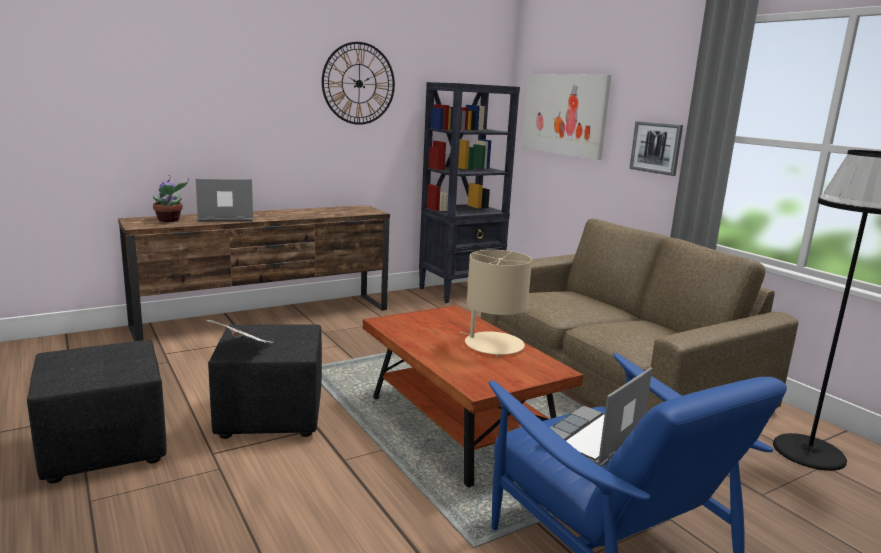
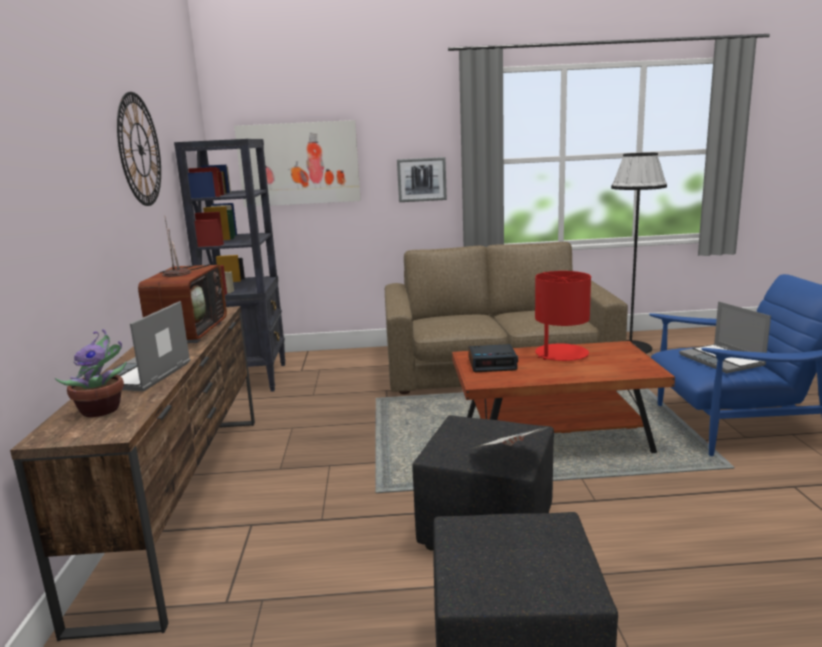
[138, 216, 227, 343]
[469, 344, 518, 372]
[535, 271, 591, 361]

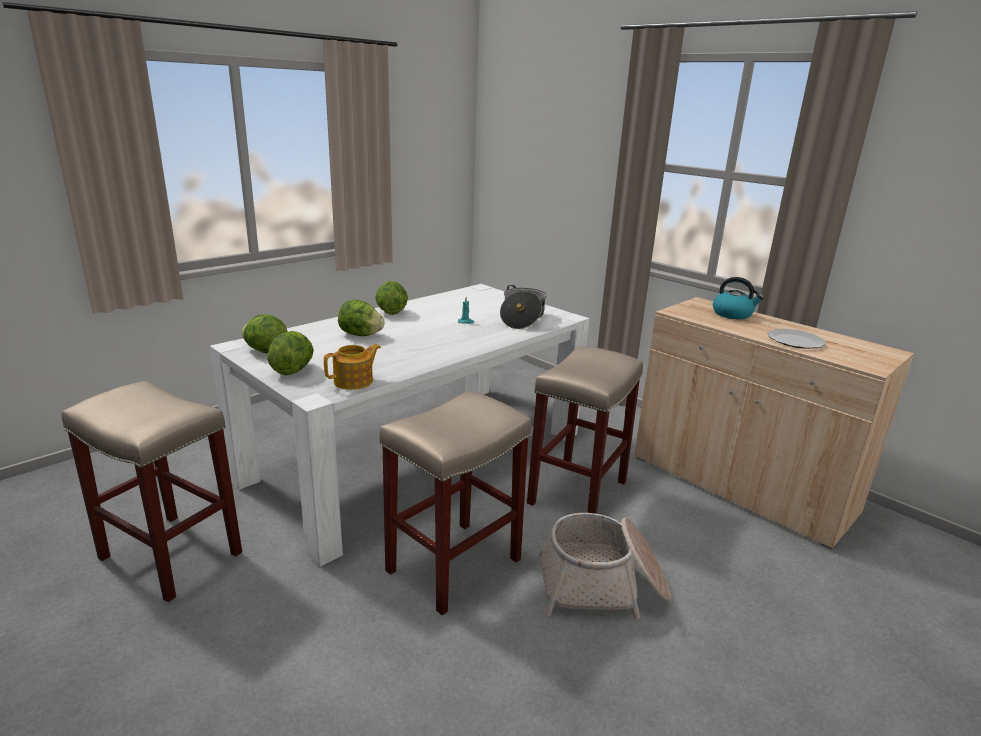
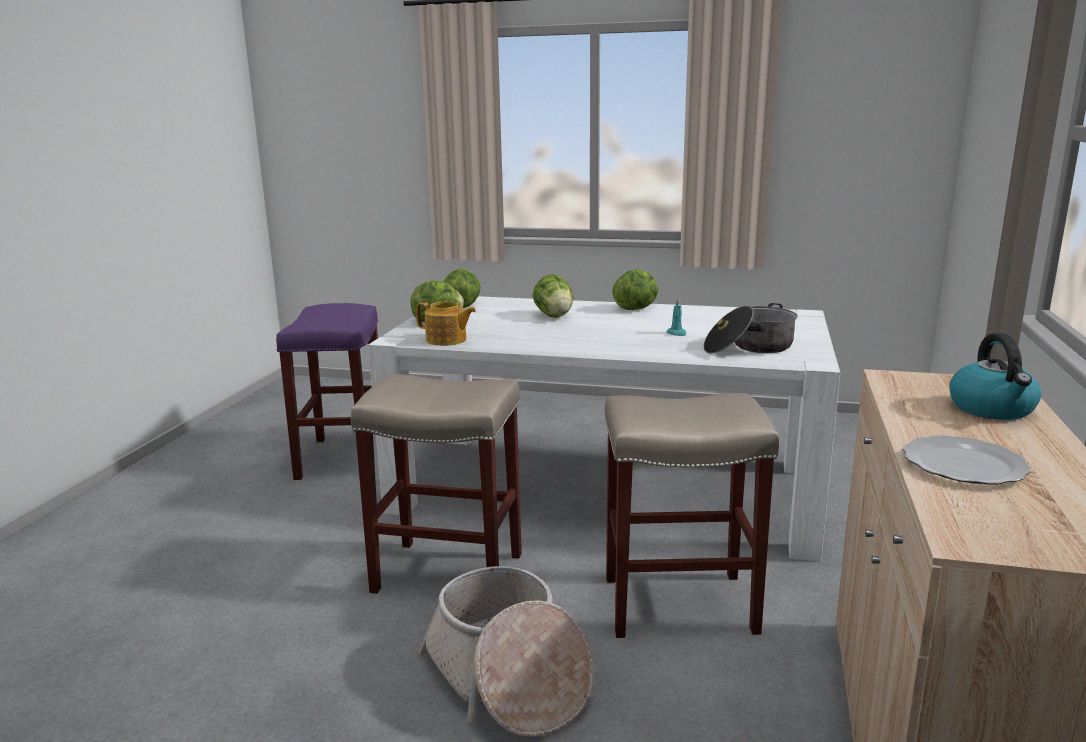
[276, 303, 379, 480]

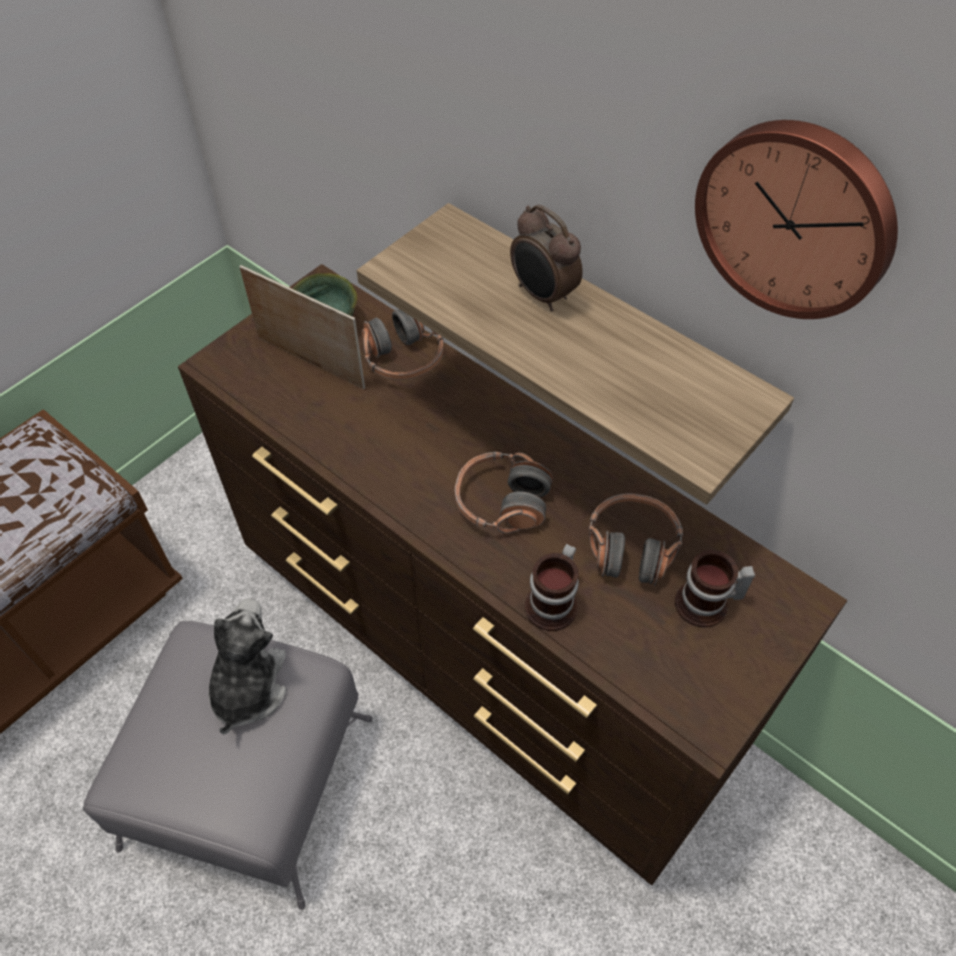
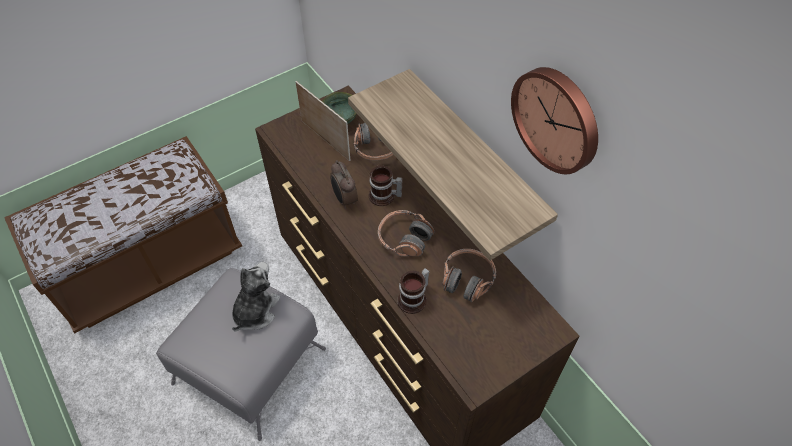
[330, 160, 358, 209]
[369, 165, 402, 206]

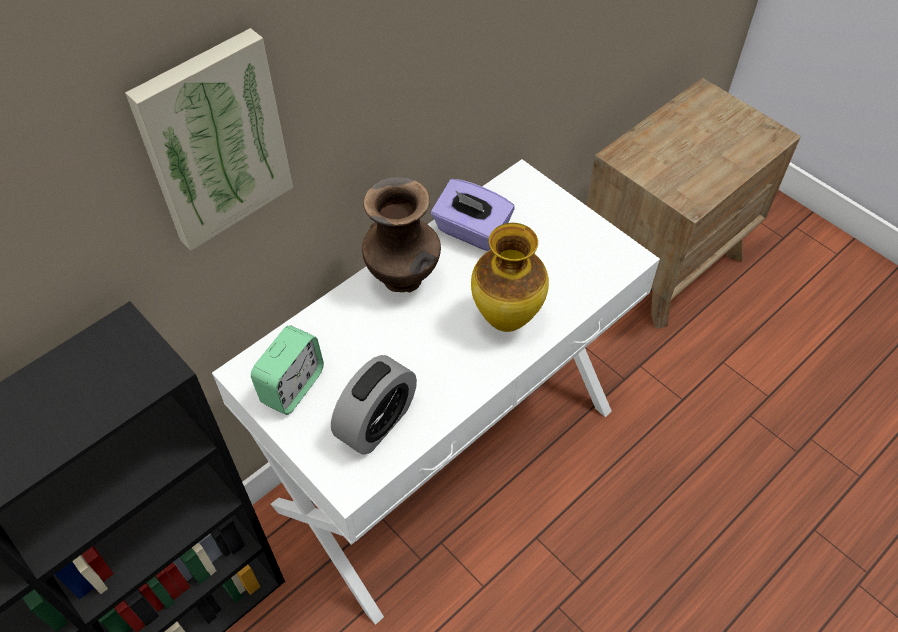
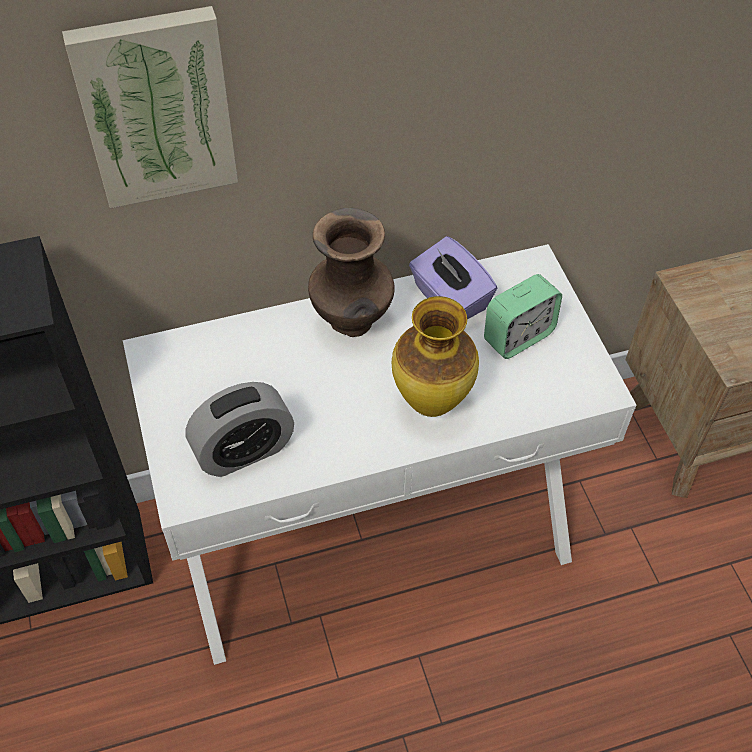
[484, 274, 562, 359]

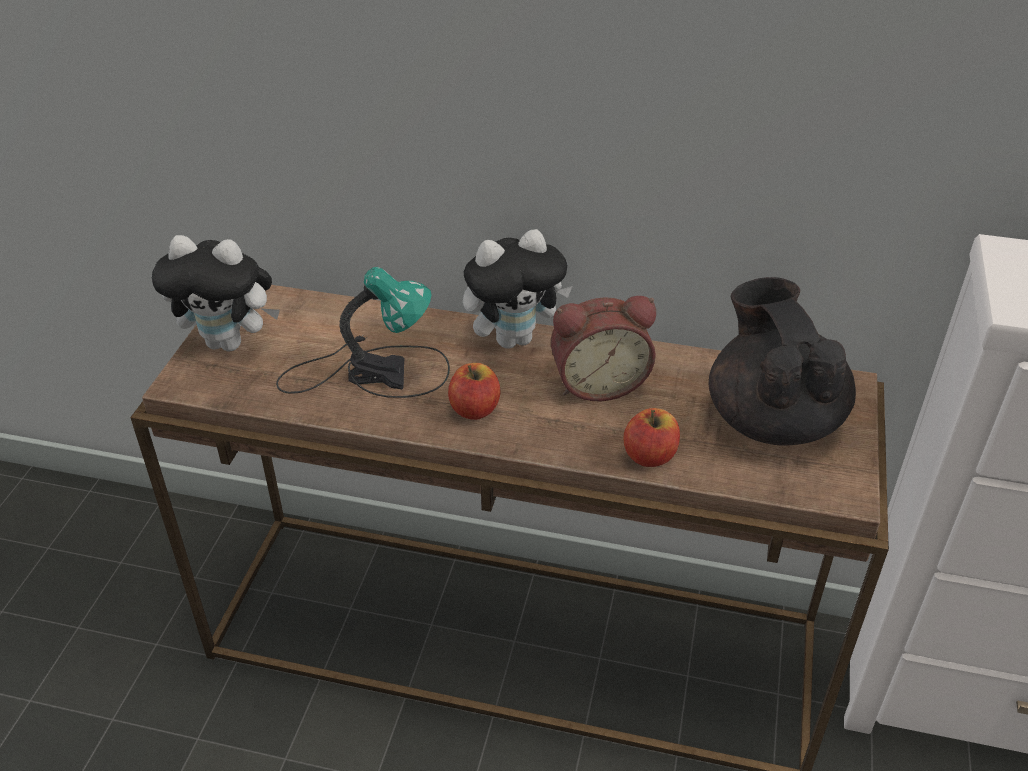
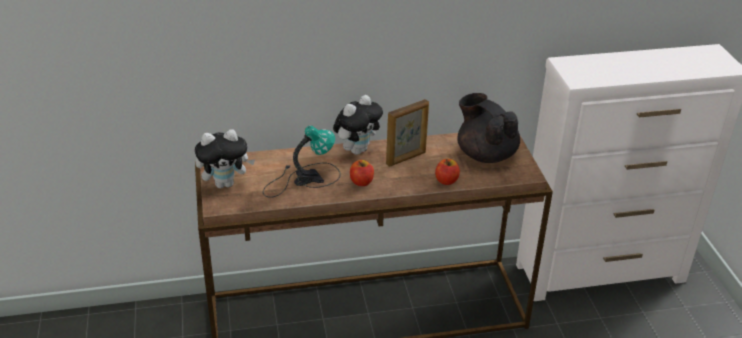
[386, 99, 429, 167]

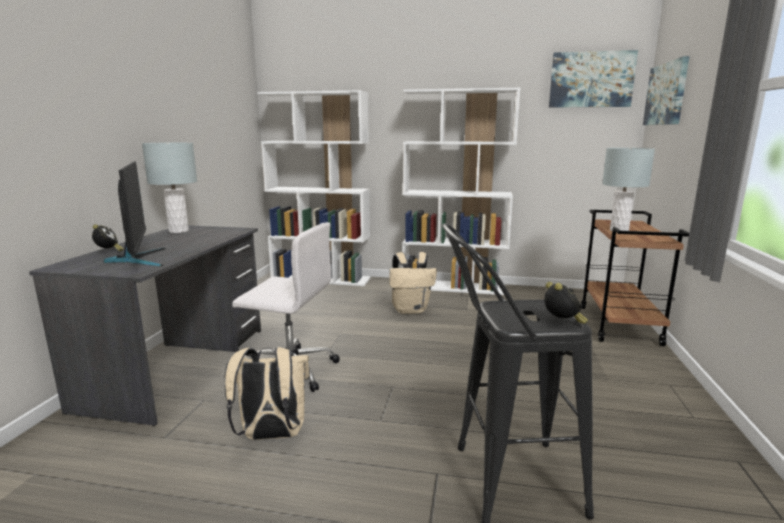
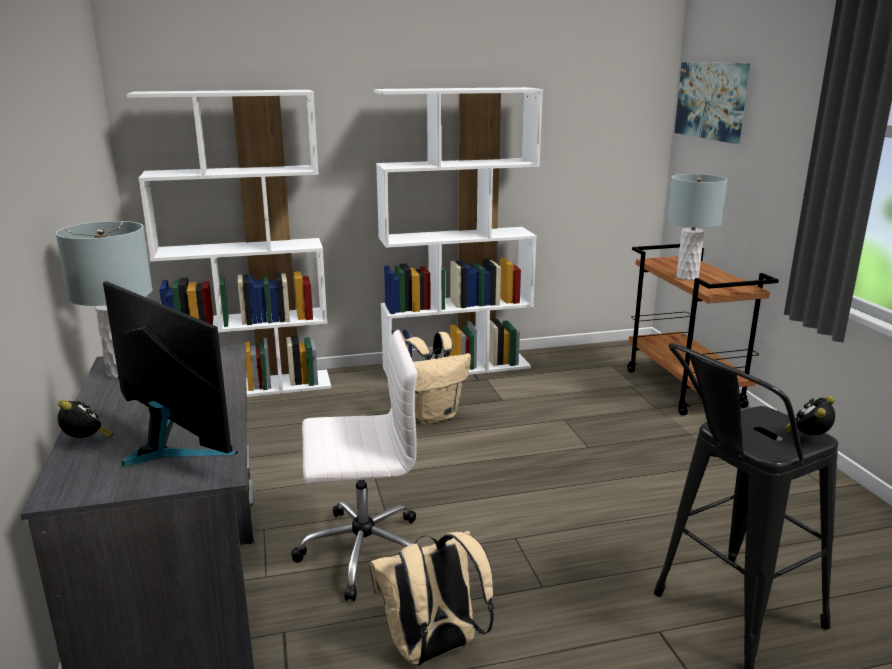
[785, 396, 835, 435]
[549, 50, 638, 108] (first image)

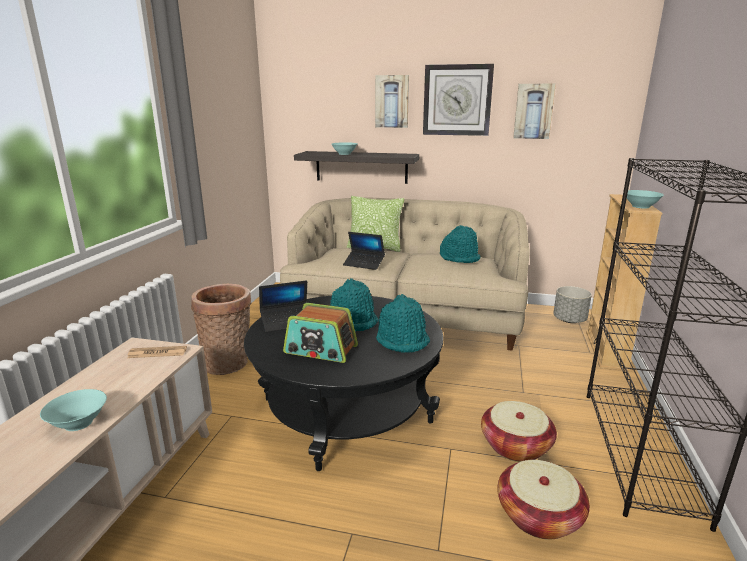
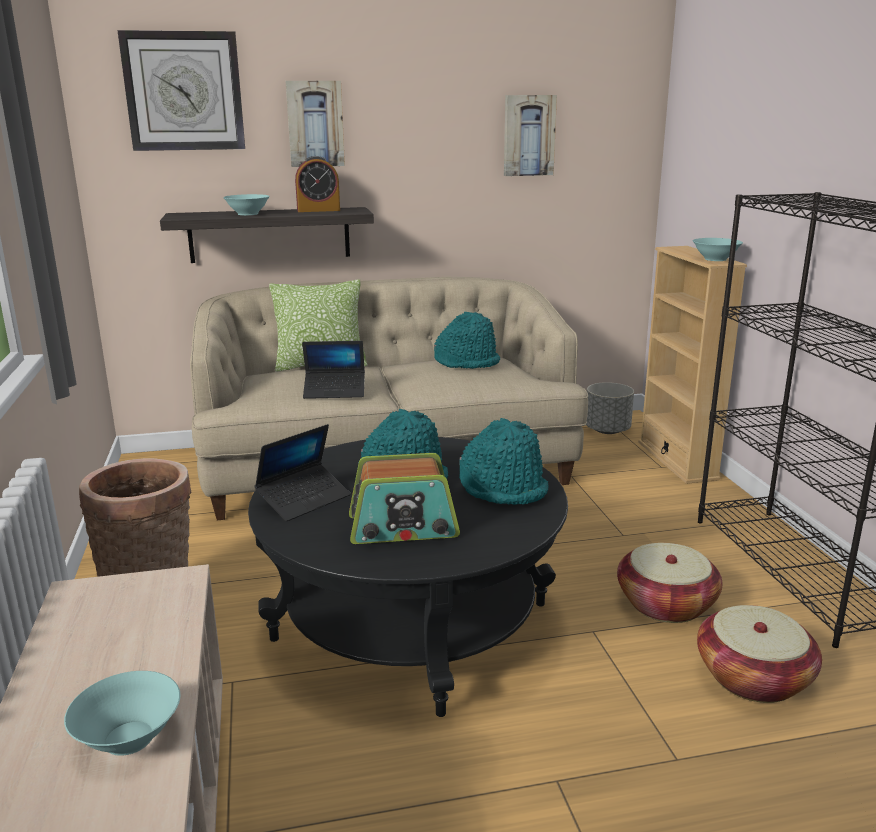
[117, 30, 245, 151]
[295, 156, 340, 212]
[127, 346, 187, 358] (first image)

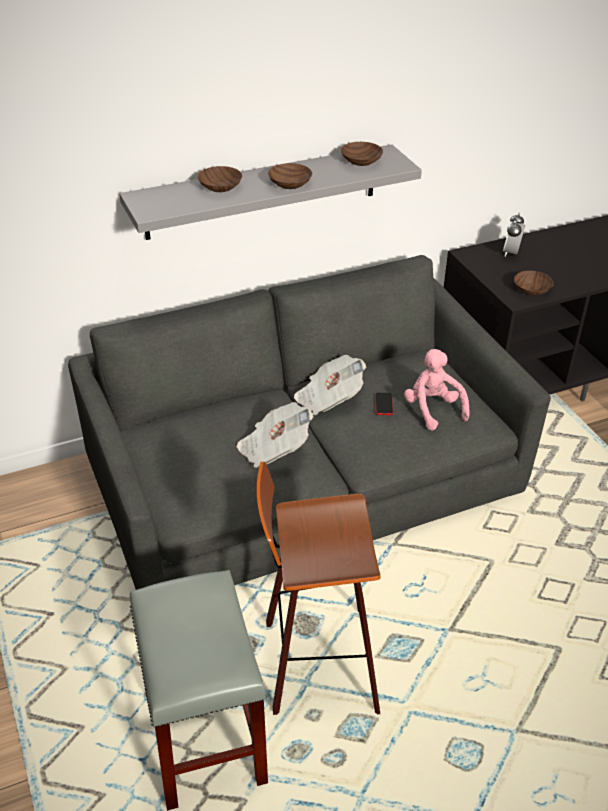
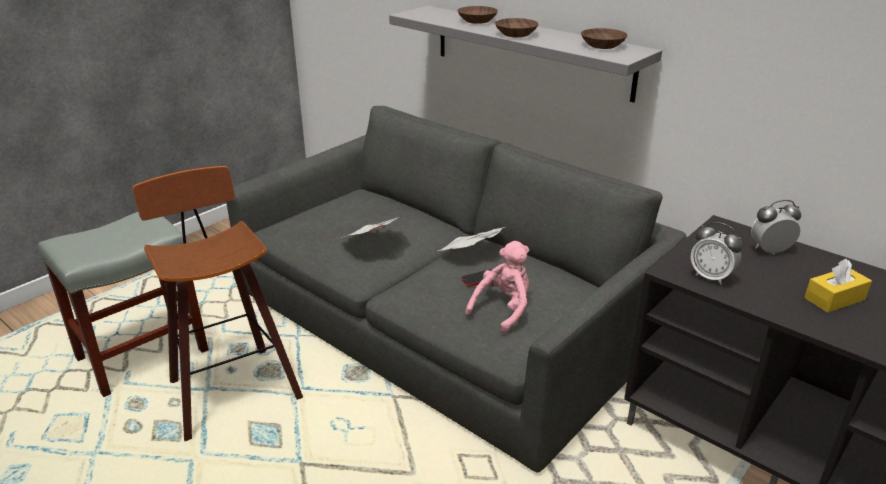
[691, 222, 743, 285]
[804, 258, 872, 313]

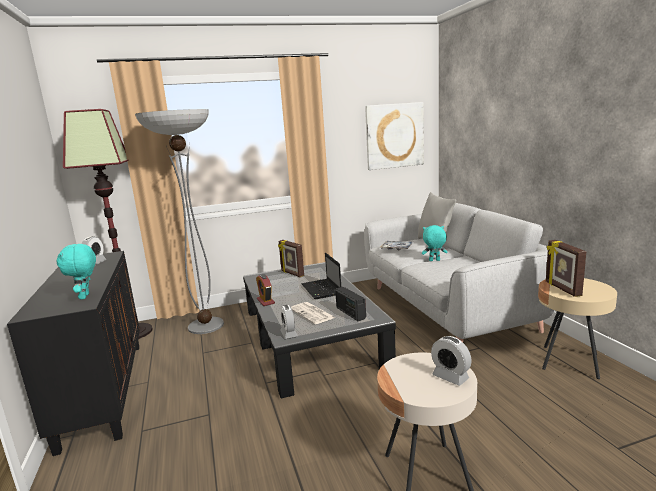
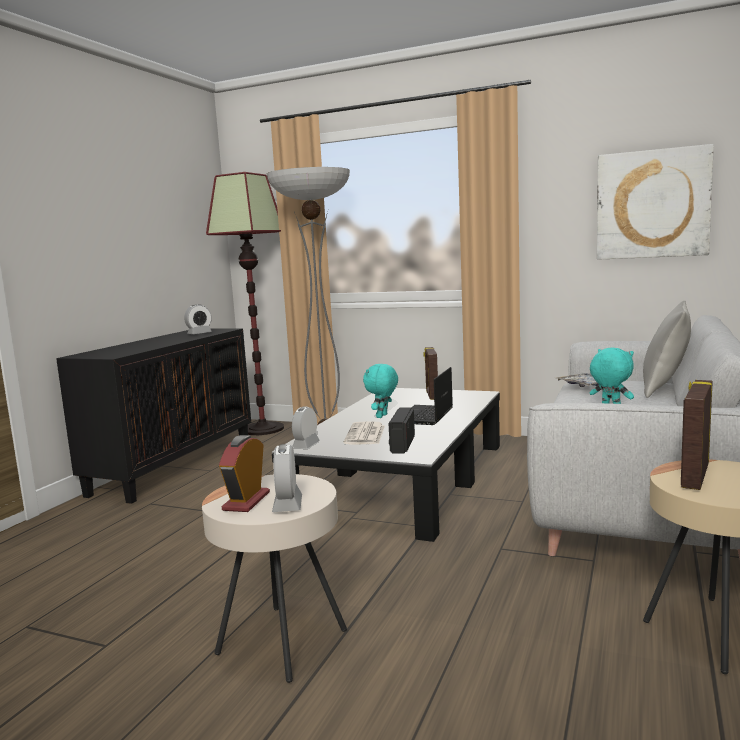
[219, 435, 270, 512]
[363, 364, 398, 418]

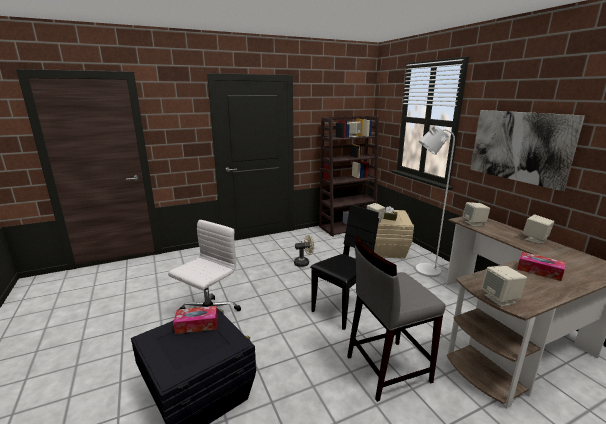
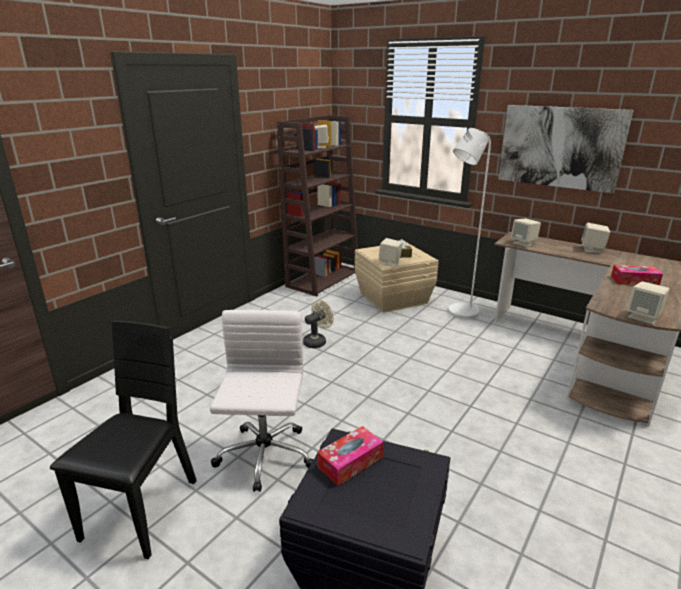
[50, 321, 197, 559]
[347, 235, 445, 402] (first image)

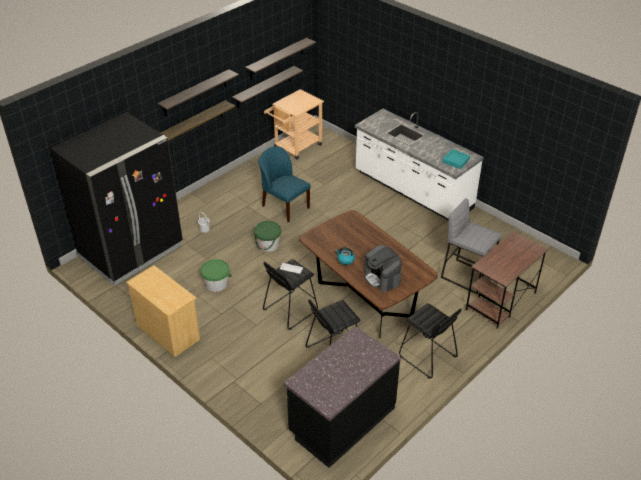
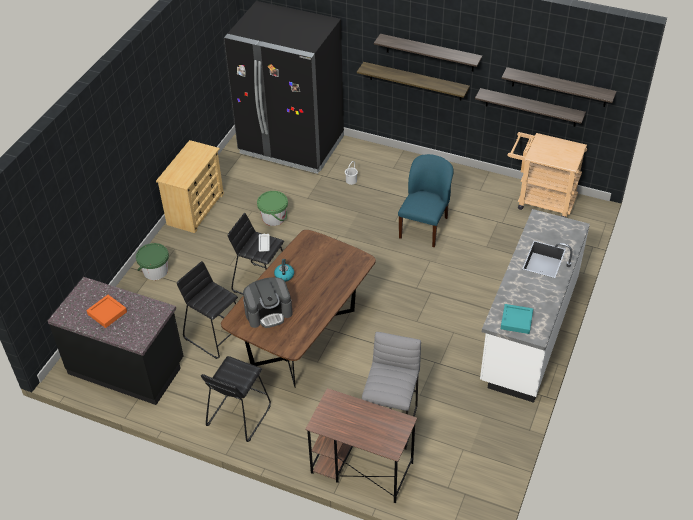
[86, 295, 127, 328]
[136, 243, 169, 280]
[243, 277, 293, 328]

